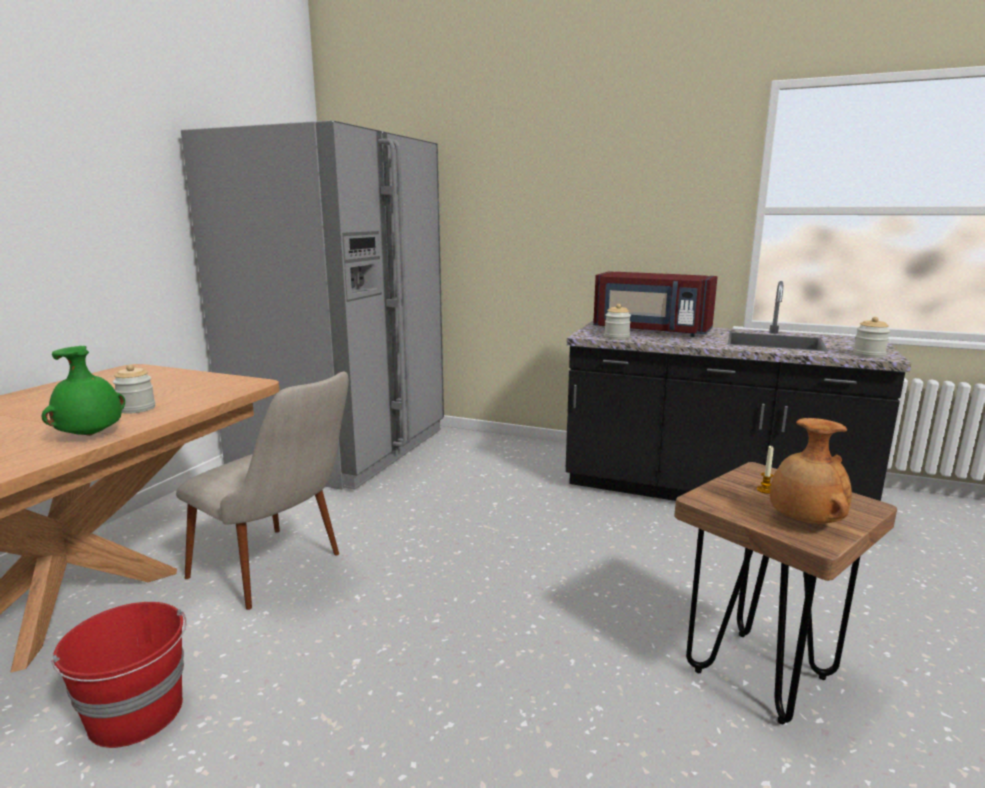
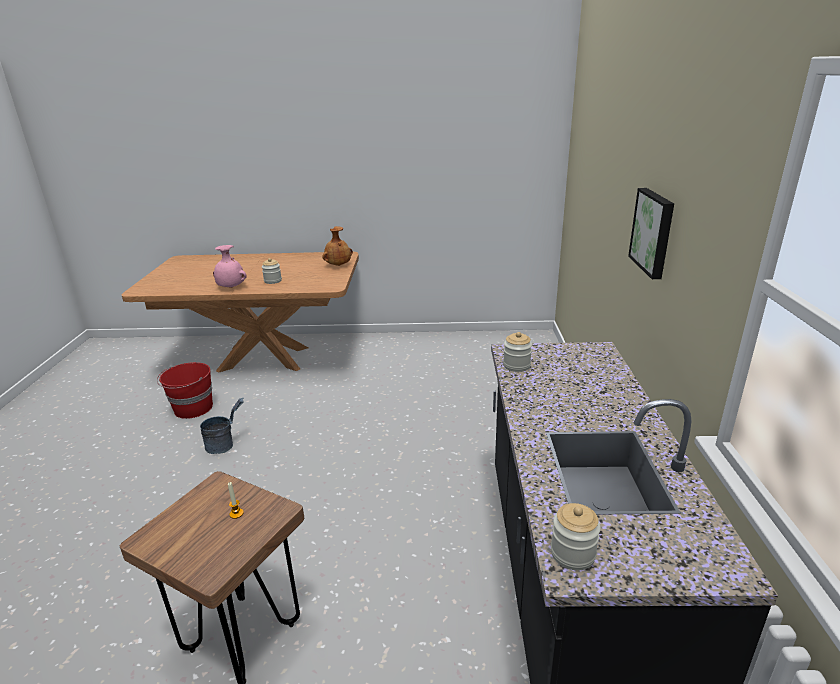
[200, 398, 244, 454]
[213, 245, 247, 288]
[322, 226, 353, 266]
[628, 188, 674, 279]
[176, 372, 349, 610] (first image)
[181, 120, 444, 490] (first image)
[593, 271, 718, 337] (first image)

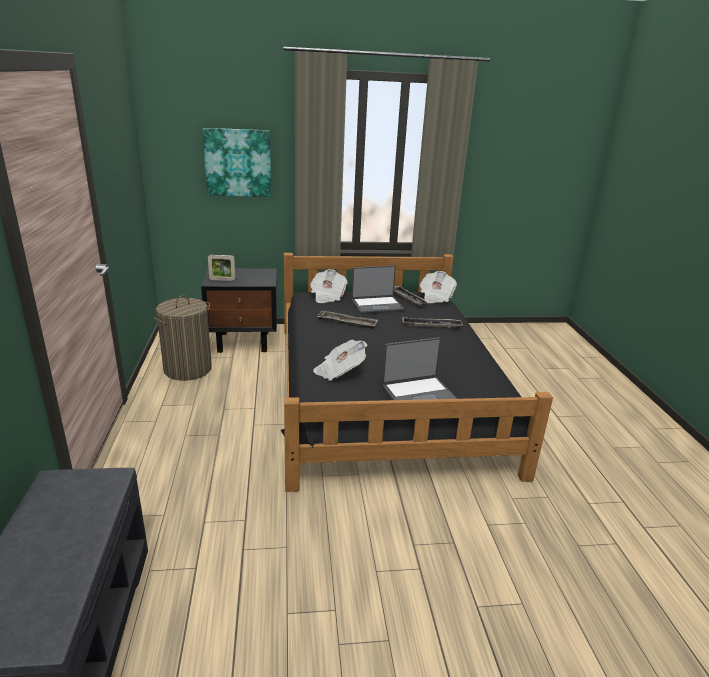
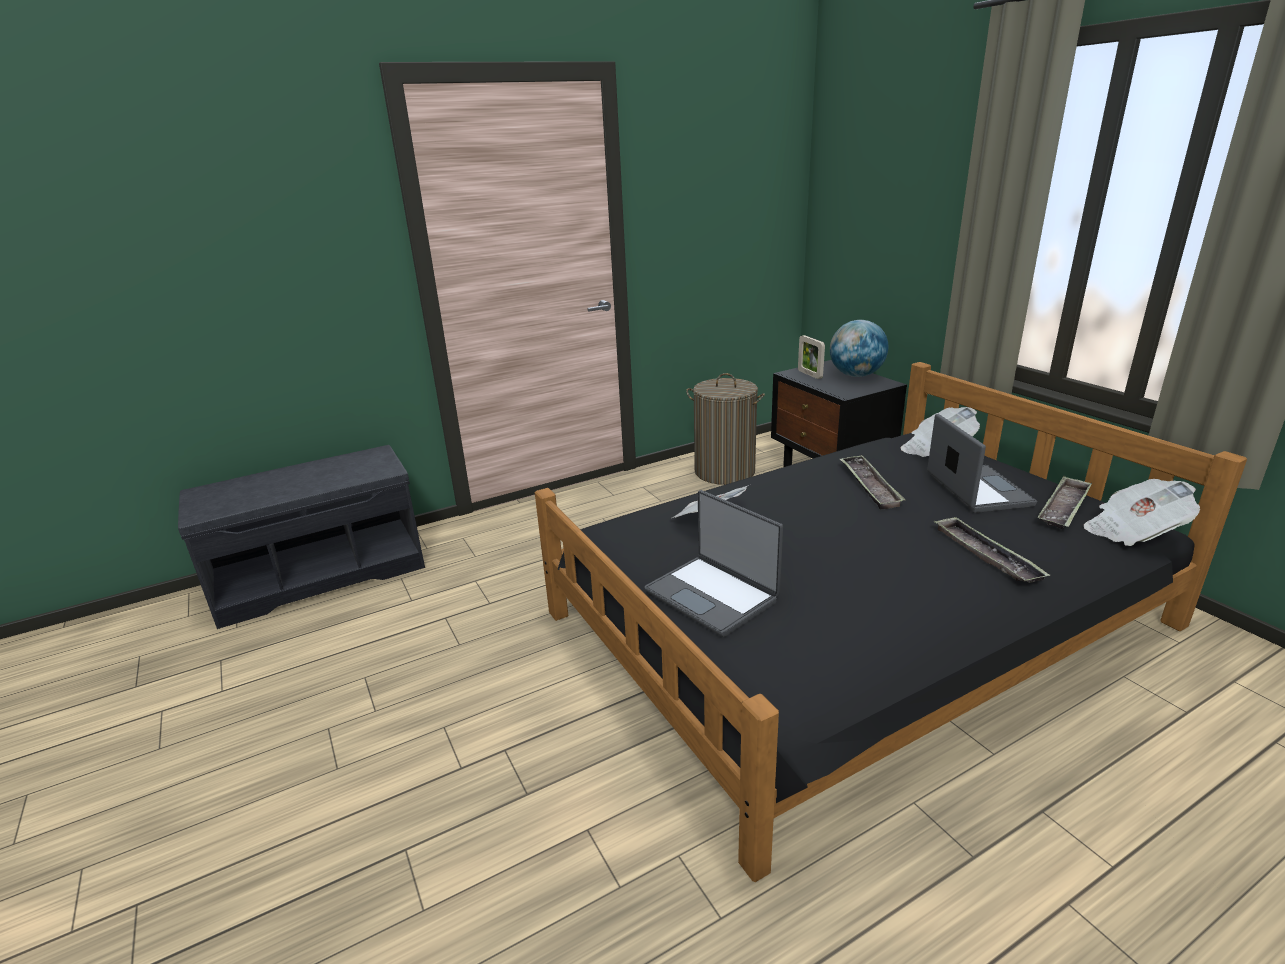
[830, 320, 889, 377]
[927, 414, 1037, 513]
[203, 128, 271, 197] (first image)

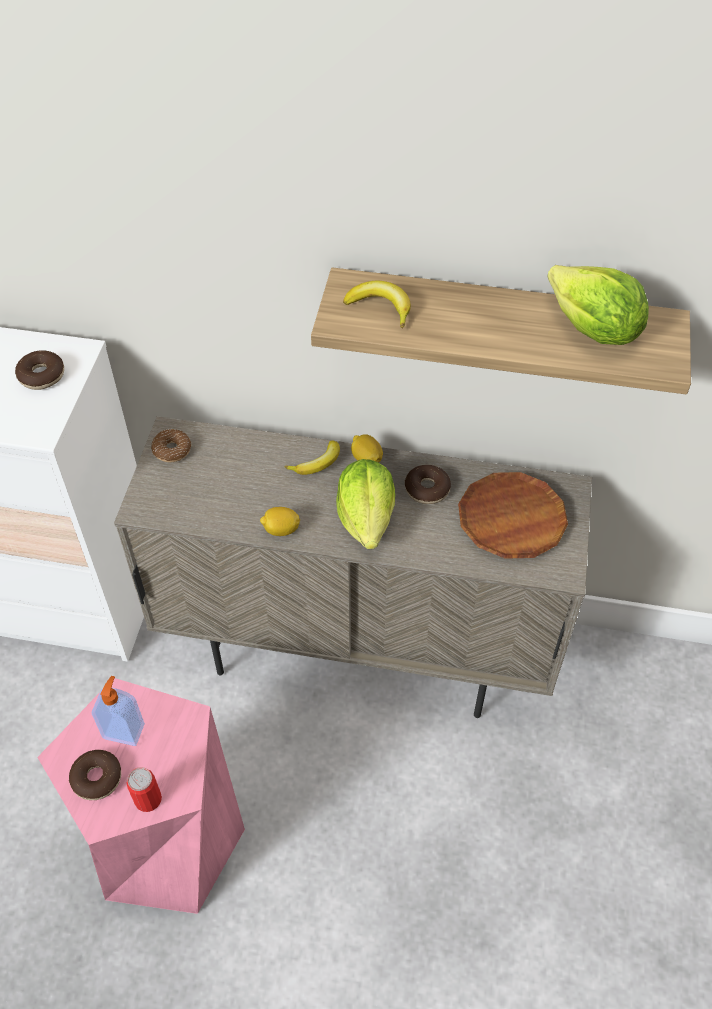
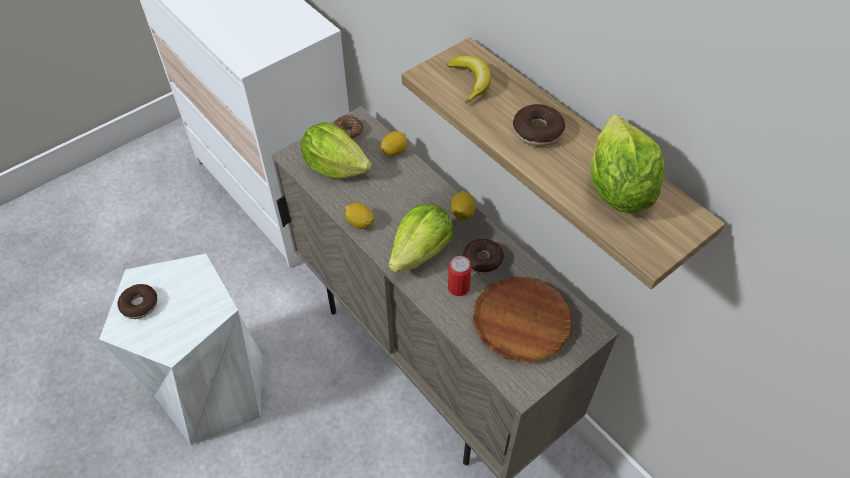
[99, 254, 262, 445]
[301, 122, 372, 179]
[381, 131, 407, 157]
[448, 256, 471, 296]
[513, 104, 565, 146]
[92, 676, 145, 746] (first image)
[285, 440, 340, 475] (first image)

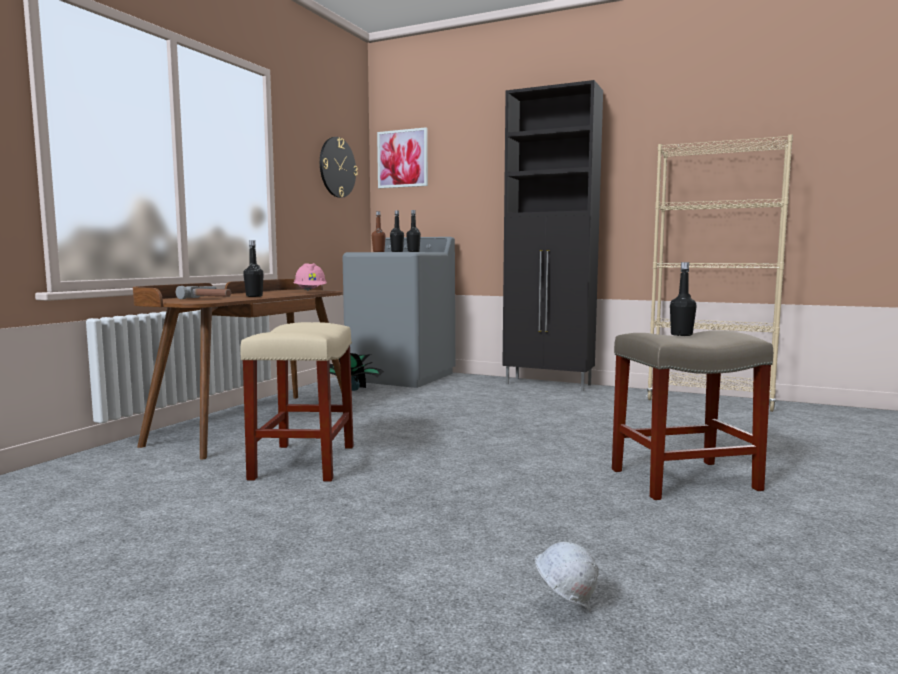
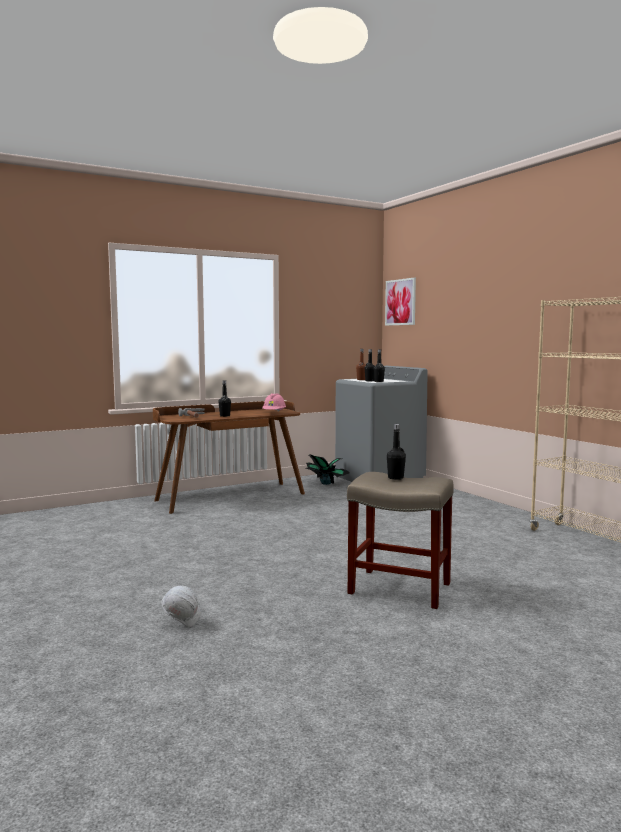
[240, 322, 354, 482] (first image)
[320, 137, 358, 198] (first image)
[502, 80, 603, 392] (first image)

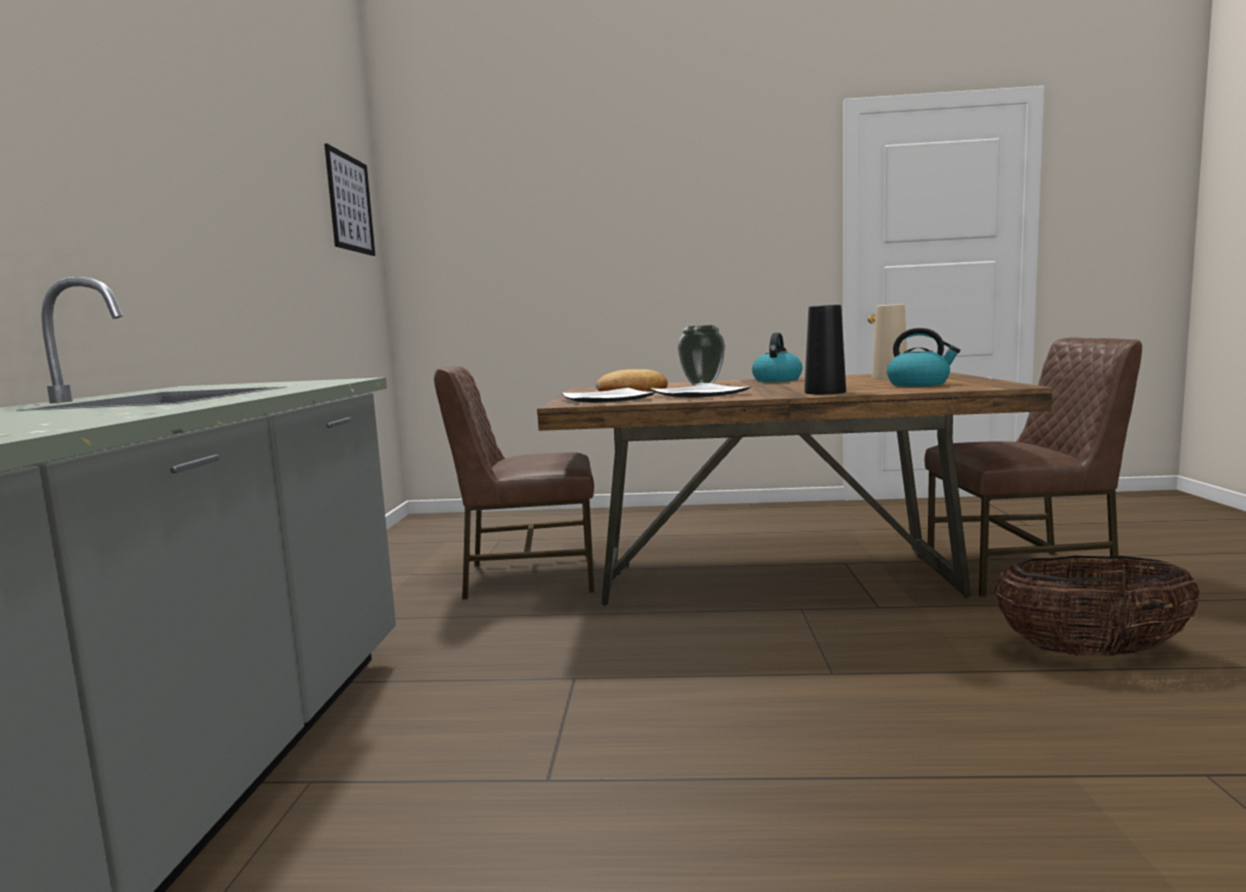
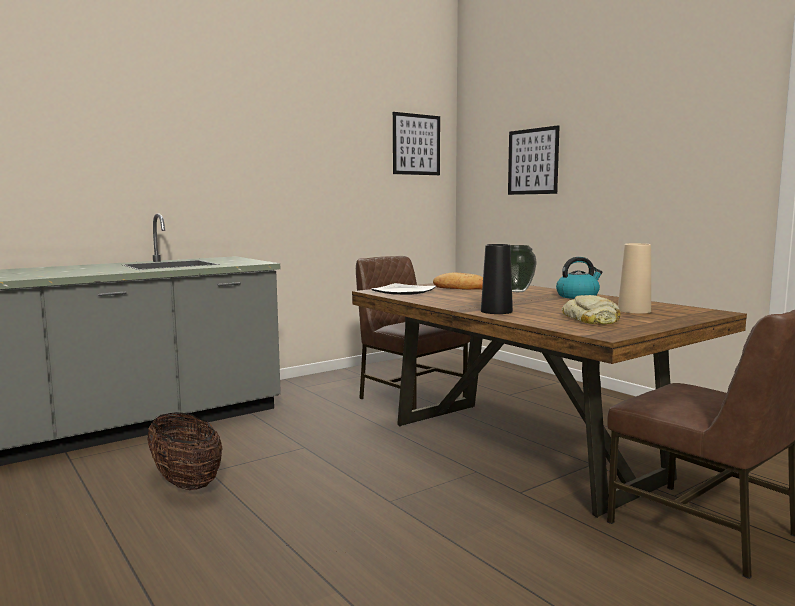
[147, 412, 223, 490]
[508, 125, 559, 195]
[562, 295, 621, 324]
[650, 383, 750, 398] (first image)

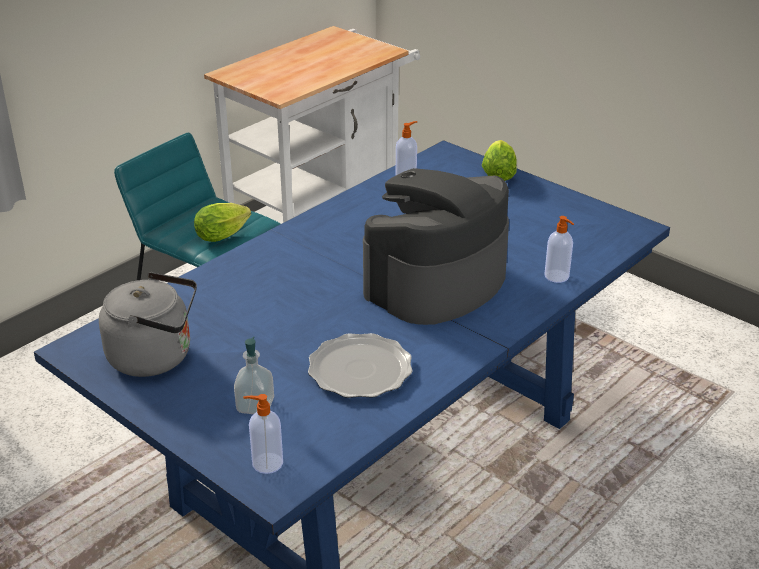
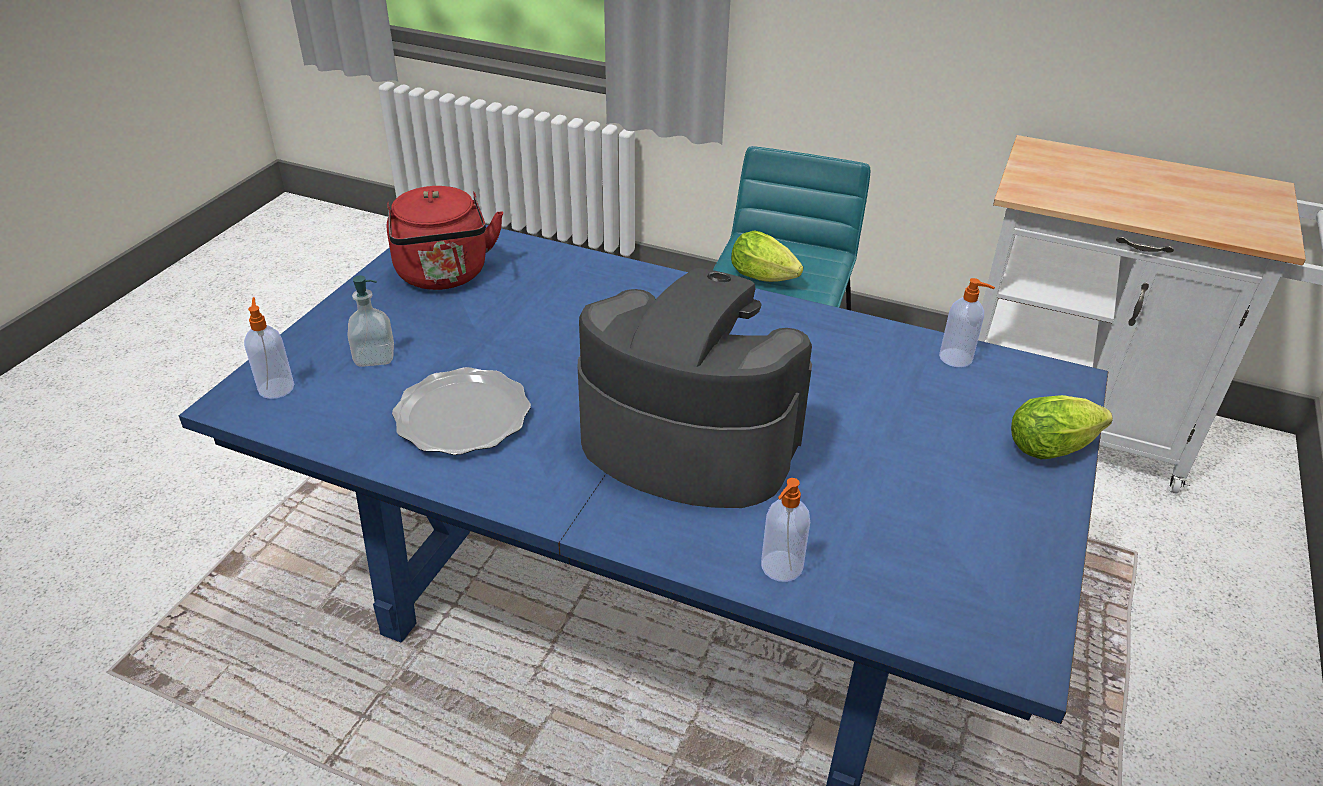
[386, 186, 503, 290]

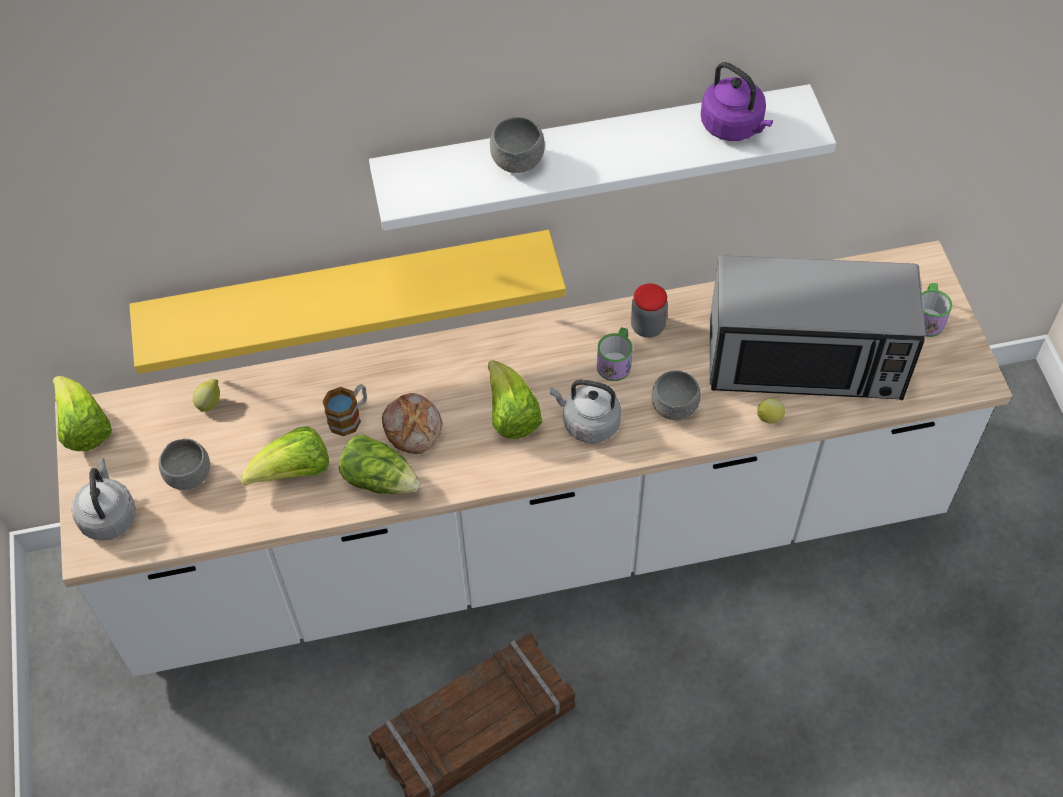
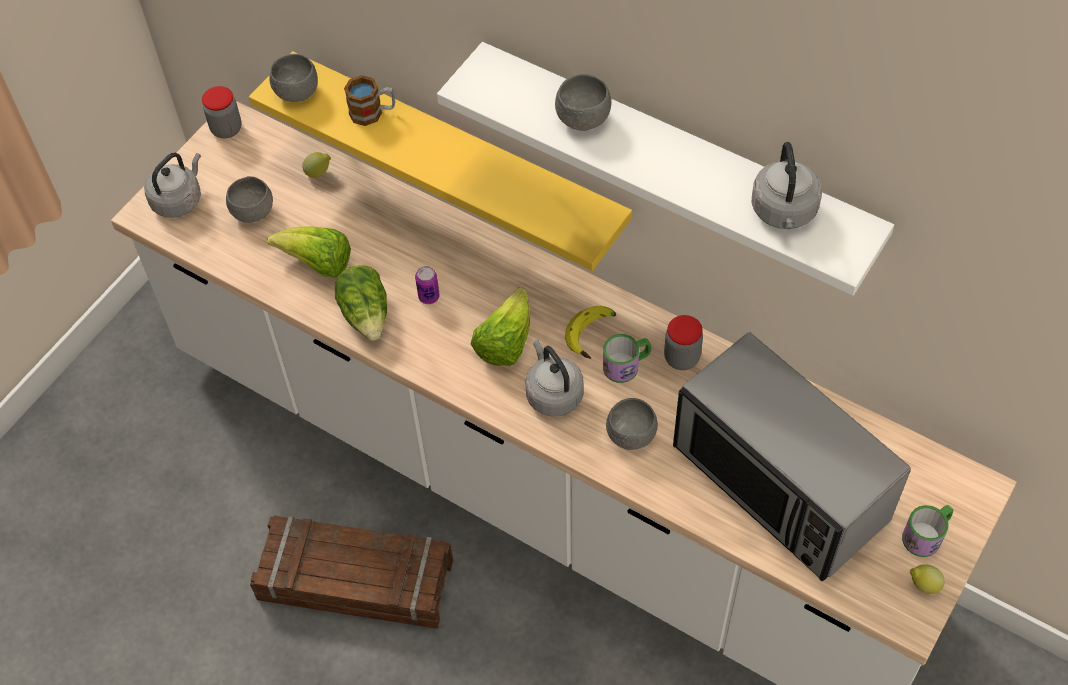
[202, 86, 242, 138]
[269, 54, 318, 102]
[344, 75, 395, 126]
[415, 266, 440, 304]
[565, 306, 616, 359]
[751, 142, 822, 229]
[910, 564, 944, 594]

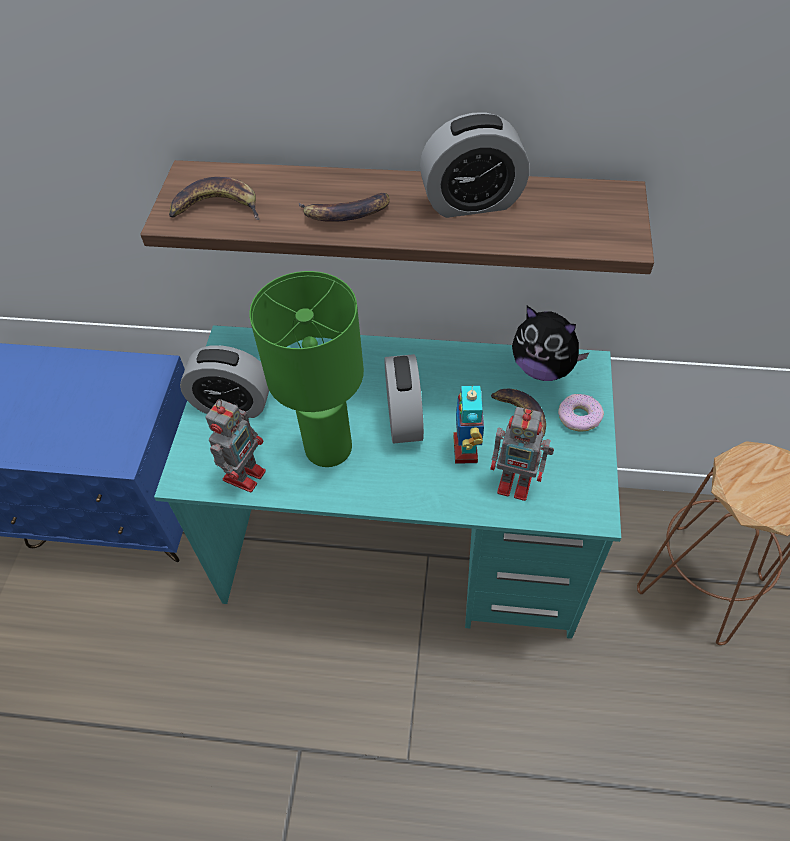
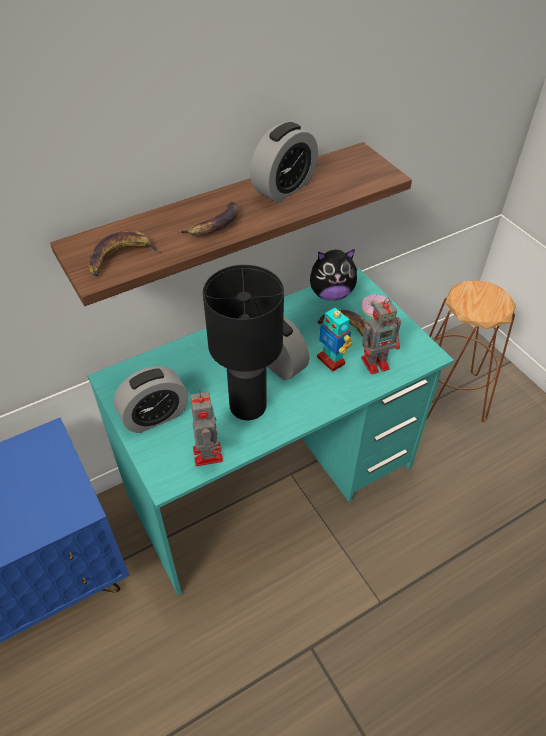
[203, 265, 284, 420]

